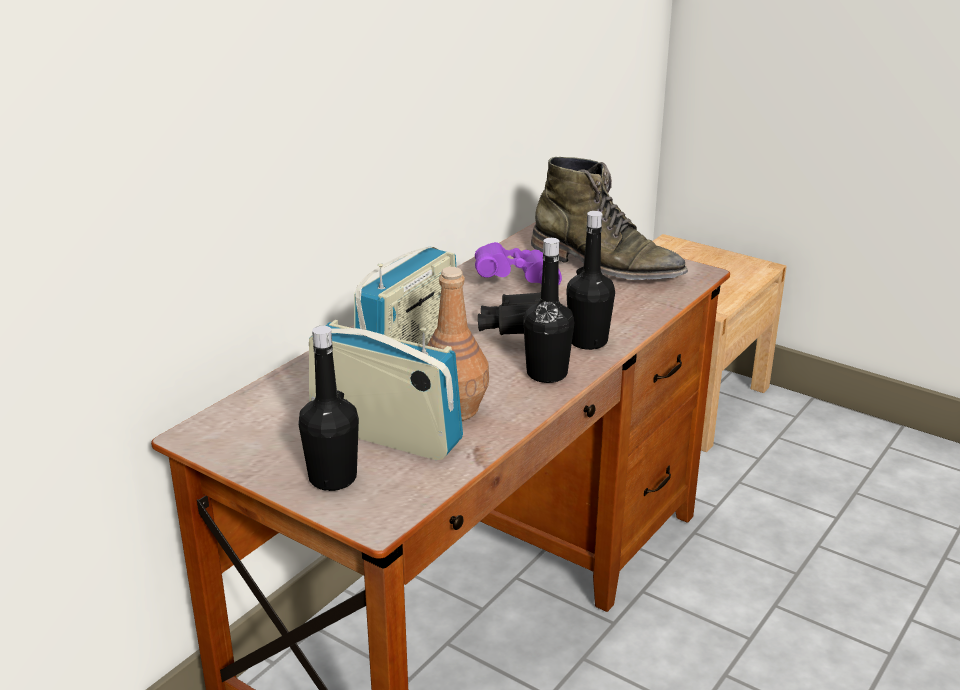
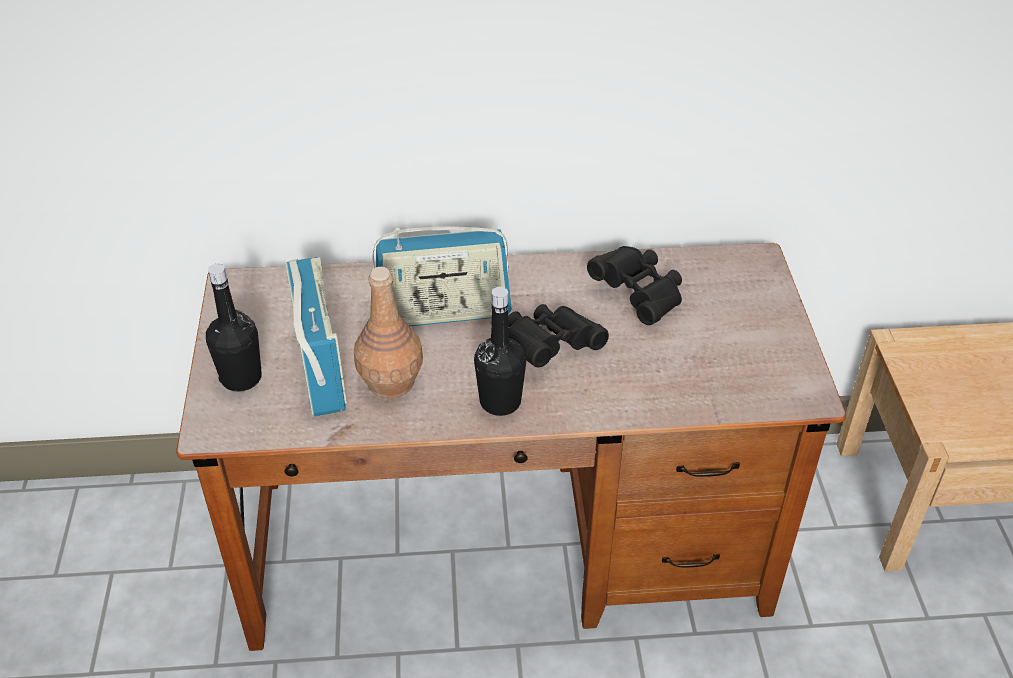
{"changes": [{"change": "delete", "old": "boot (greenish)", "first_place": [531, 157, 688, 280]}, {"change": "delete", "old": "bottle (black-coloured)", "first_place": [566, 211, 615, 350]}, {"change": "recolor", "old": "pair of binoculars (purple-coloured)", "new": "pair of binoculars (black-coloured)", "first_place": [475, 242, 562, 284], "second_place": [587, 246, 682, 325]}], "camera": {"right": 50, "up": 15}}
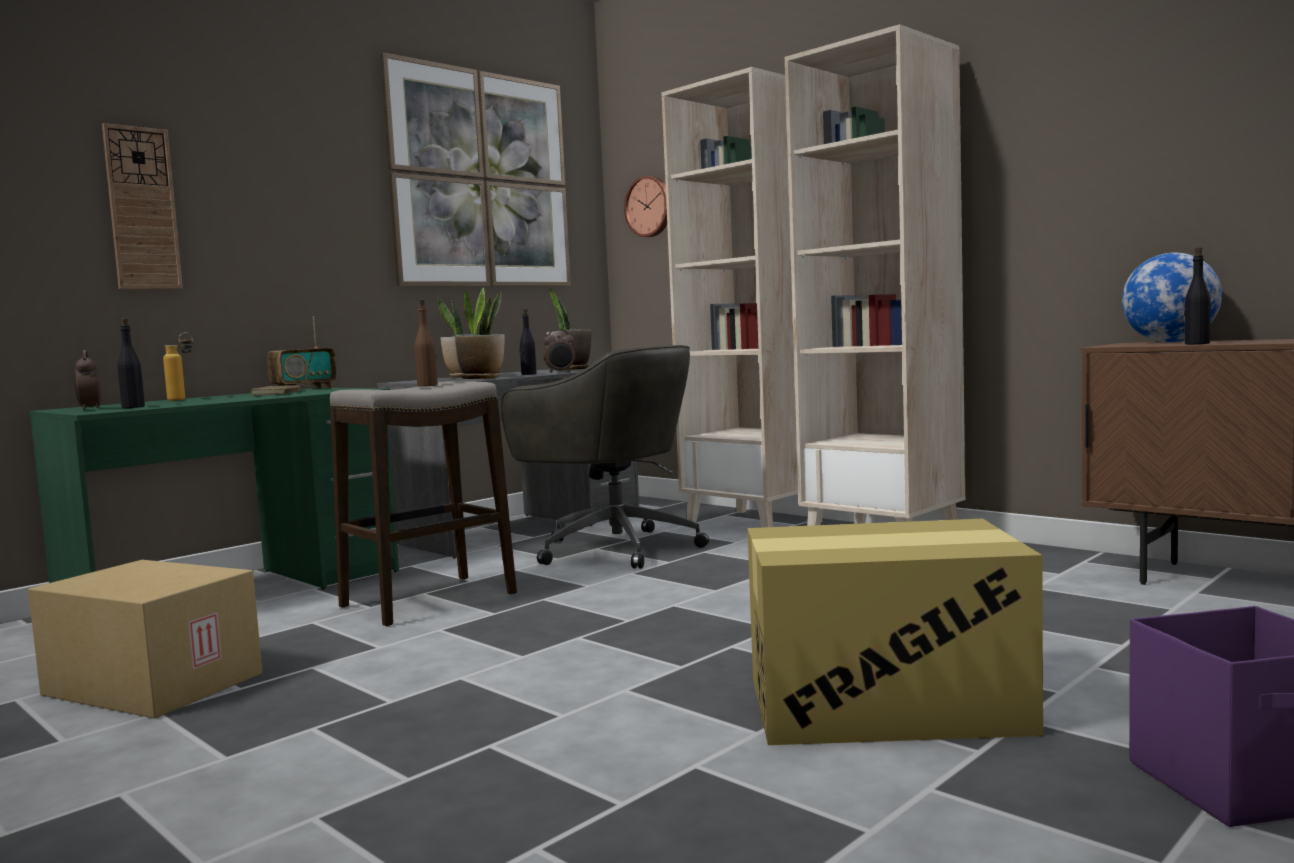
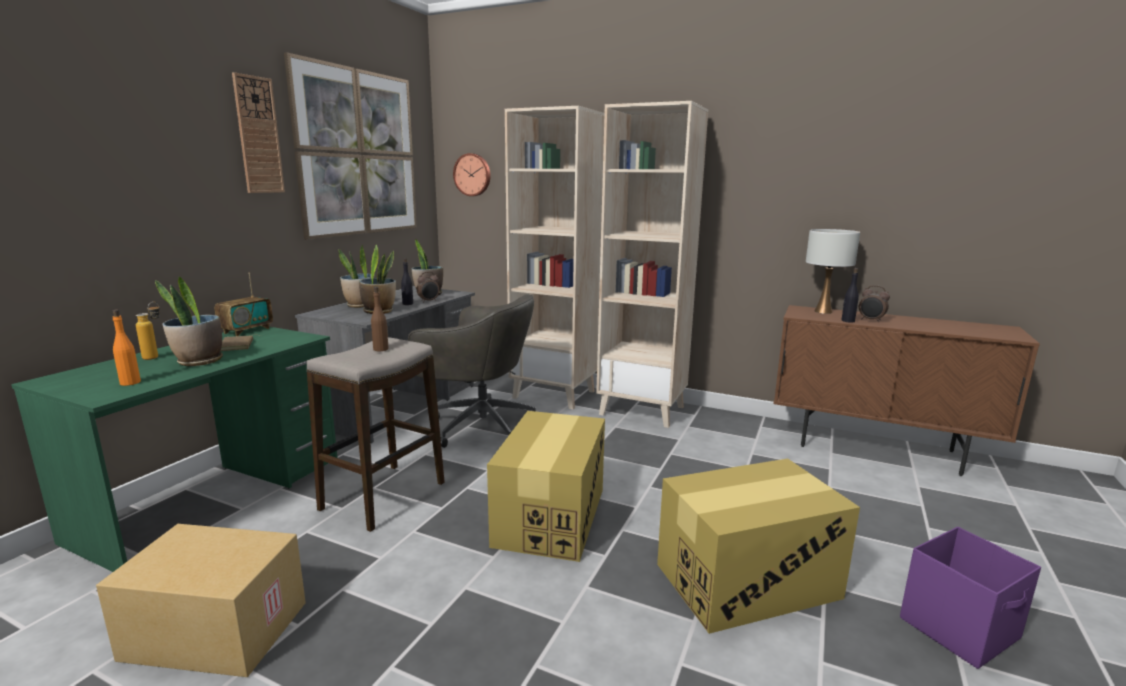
{"changes": [{"change": "insert", "new": "potted plant", "second_place": [155, 277, 223, 366]}, {"change": "insert", "new": "packing box", "second_place": [487, 411, 605, 562]}, {"change": "move", "old": "alarm clock", "first_place": [74, 350, 101, 410], "second_place": [859, 285, 890, 322]}, {"change": "move", "old": "hanging clock", "first_place": [102, 123, 183, 289], "second_place": [232, 72, 285, 193]}, {"change": "replace", "old": "globe", "new": "tabletop lamp (whitish)", "first_place": [1122, 253, 1222, 342], "second_place": [806, 229, 860, 314]}, {"change": "recolor", "old": "bottle (black-coloured)", "new": "bottle (orange)", "first_place": [118, 318, 145, 408], "second_place": [113, 310, 141, 386]}], "camera": {"right": -20, "up": 10}}
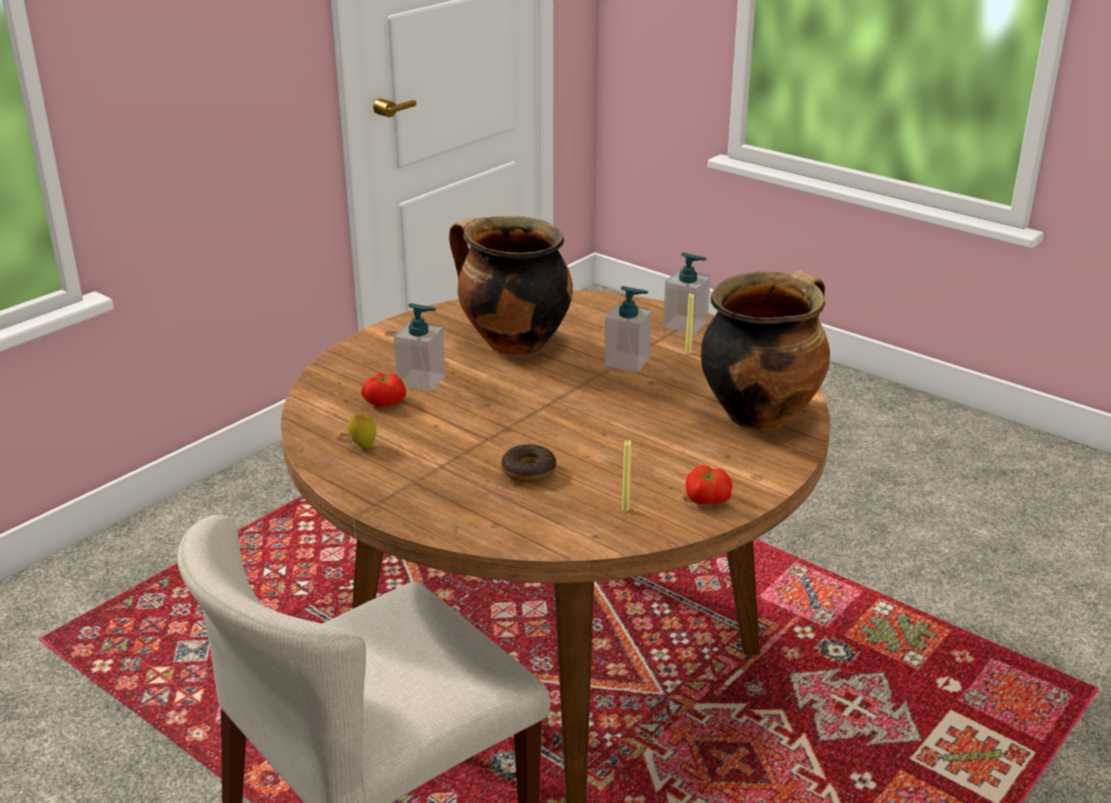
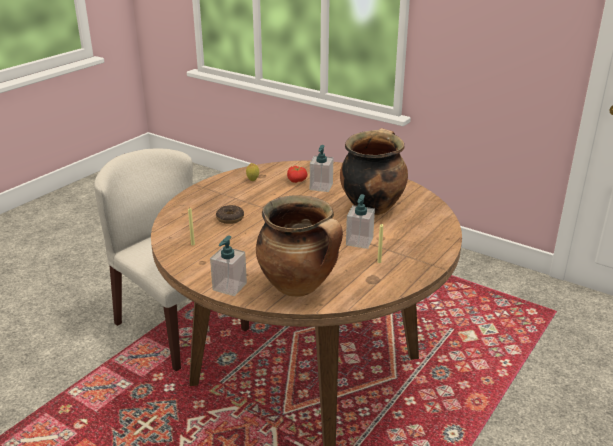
{"changes": [{"change": "delete", "old": "fresh tomato", "first_place": [685, 465, 732, 504]}, {"change": "move", "old": "liquid soap bottle", "first_place": [663, 252, 711, 335], "second_place": [210, 236, 247, 296]}], "camera": {"right": 85, "up": 0}}
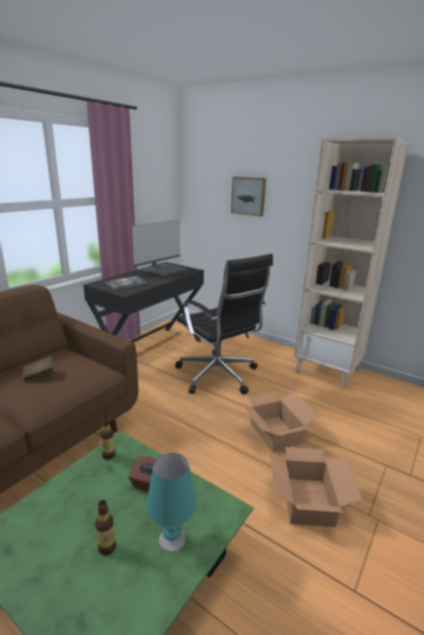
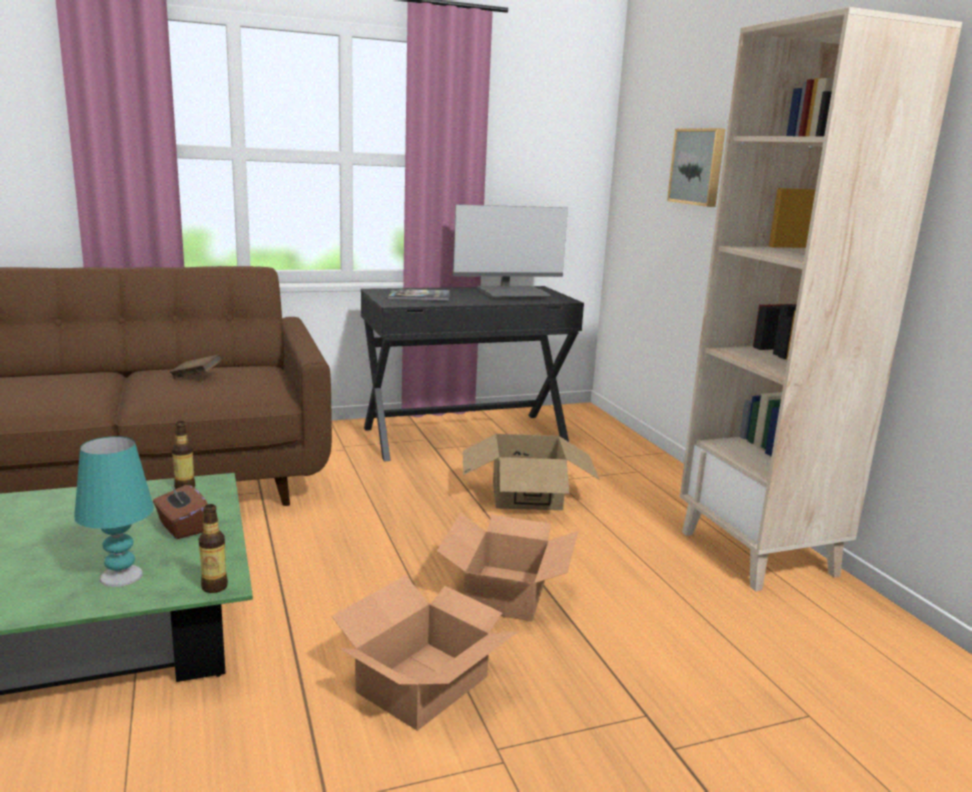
{"changes": [{"change": "move", "old": "bottle", "first_place": [95, 500, 116, 556], "second_place": [199, 504, 228, 593]}, {"change": "replace", "old": "desk chair (black-coloured)", "new": "packing box", "first_place": [175, 254, 273, 395], "second_place": [463, 434, 600, 510]}], "camera": {"right": 35, "up": -5}}
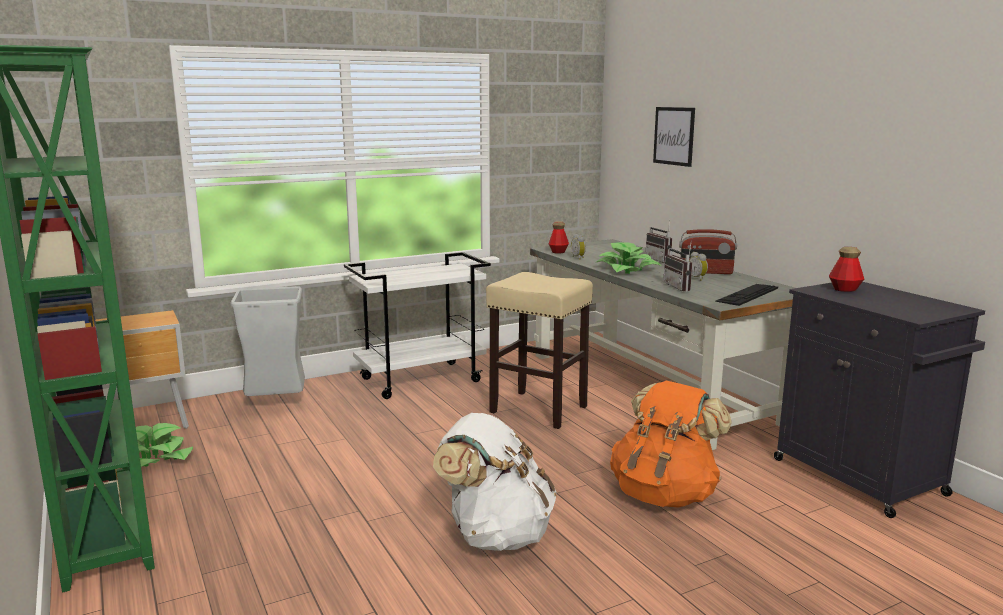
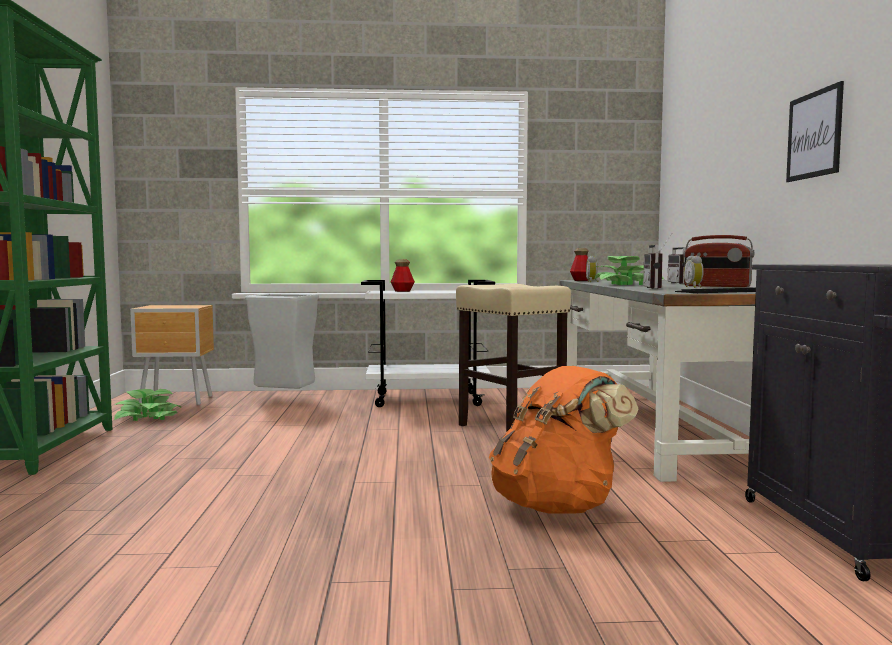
{"changes": [{"change": "delete", "old": "rucksack (whitish)", "first_place": [433, 413, 557, 551]}, {"change": "move", "old": "wall picture", "first_place": [653, 107, 695, 167], "second_place": [786, 81, 844, 182]}, {"change": "move", "old": "bottle", "first_place": [829, 247, 864, 292], "second_place": [391, 260, 415, 292]}], "camera": {"right": 25, "up": -10}}
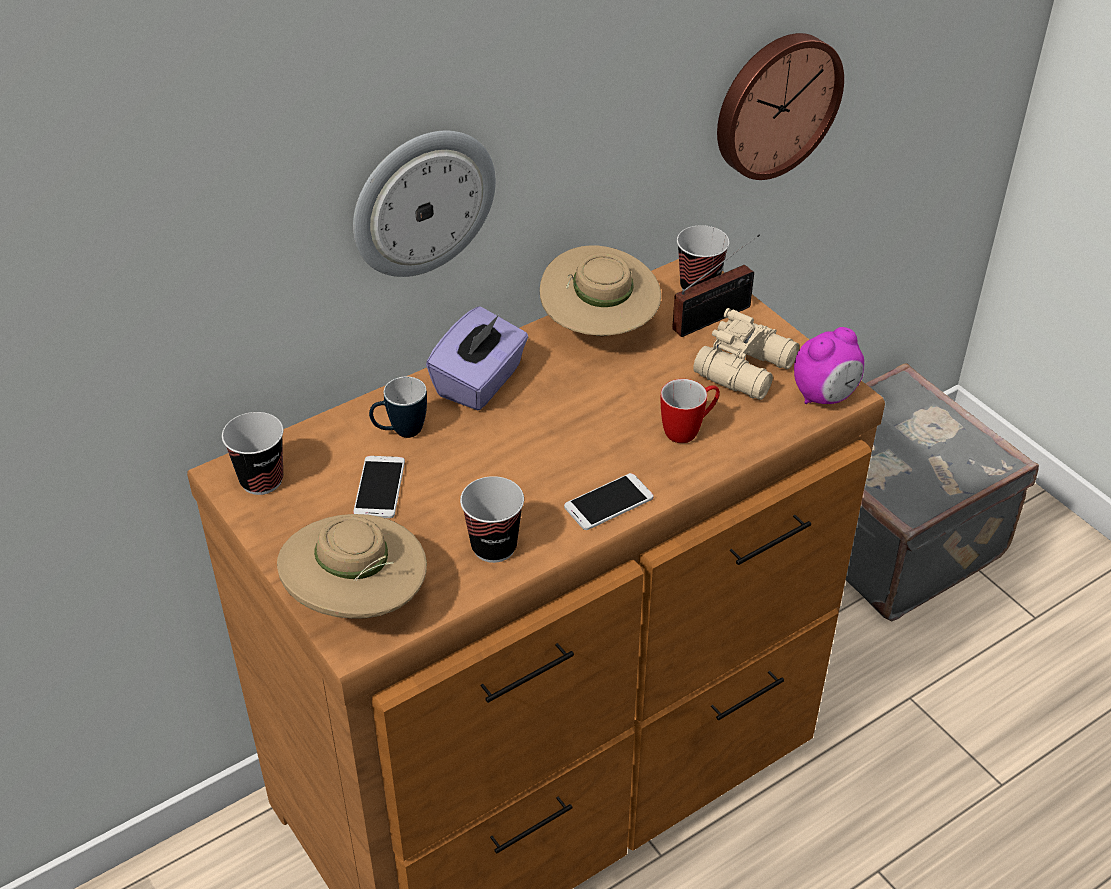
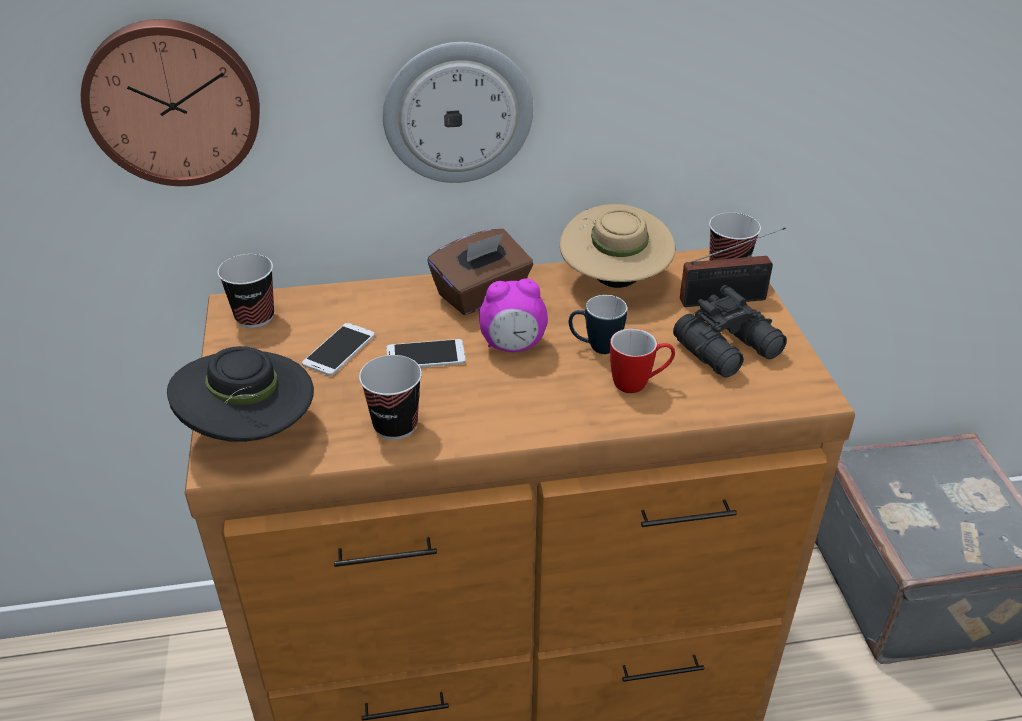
{"changes": [{"change": "move", "old": "mug", "first_place": [369, 377, 427, 438], "second_place": [569, 295, 627, 354]}, {"change": "move", "old": "handset", "first_place": [564, 473, 654, 530], "second_place": [387, 339, 466, 368]}, {"change": "move", "old": "hanging clock", "first_place": [717, 33, 844, 180], "second_place": [81, 19, 260, 186]}, {"change": "move", "old": "alarm clock", "first_place": [794, 327, 864, 404], "second_place": [479, 279, 548, 352]}, {"change": "recolor", "old": "hat (beige-coloured)", "new": "hat (black-coloured)", "first_place": [277, 514, 427, 619], "second_place": [167, 346, 314, 442]}, {"change": "recolor", "old": "tissue box (purple-coloured)", "new": "tissue box (brown-coloured)", "first_place": [426, 306, 528, 411], "second_place": [428, 229, 533, 315]}, {"change": "recolor", "old": "pair of binoculars (beige-coloured)", "new": "pair of binoculars (black-coloured)", "first_place": [693, 308, 799, 400], "second_place": [673, 285, 787, 378]}], "camera": {"right": 25, "up": -5}}
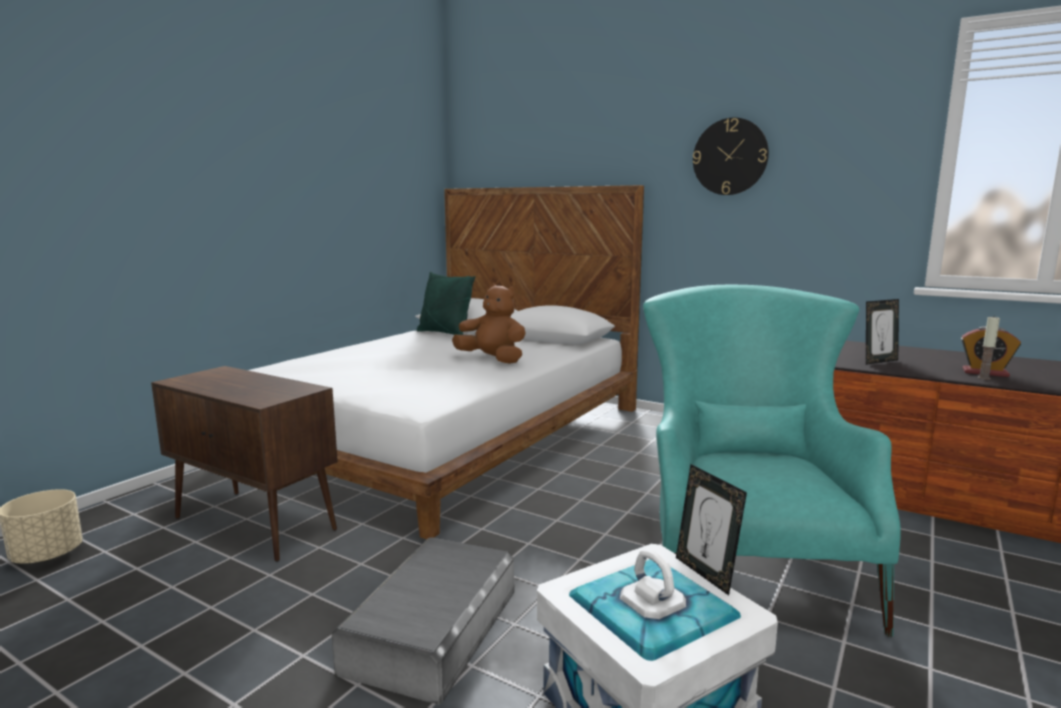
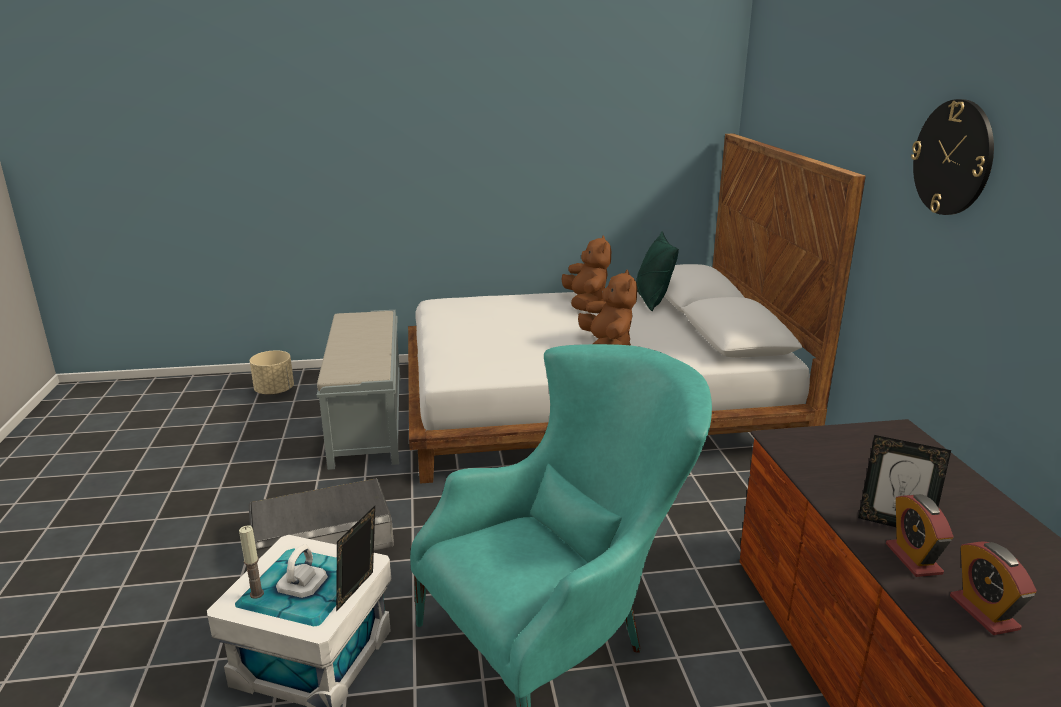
{"changes": [{"change": "insert", "new": "soft toy (brown-coloured)", "second_place": [561, 236, 611, 311]}, {"change": "insert", "new": "alarm clock", "second_place": [886, 494, 954, 577]}, {"change": "move", "old": "wax light", "first_place": [978, 316, 1000, 380], "second_place": [239, 525, 264, 599]}, {"change": "replace", "old": "cupboard (brown-coloured)", "new": "bench (gray)", "first_place": [151, 366, 338, 562], "second_place": [317, 310, 400, 470]}], "camera": {"right": 50, "up": 10}}
